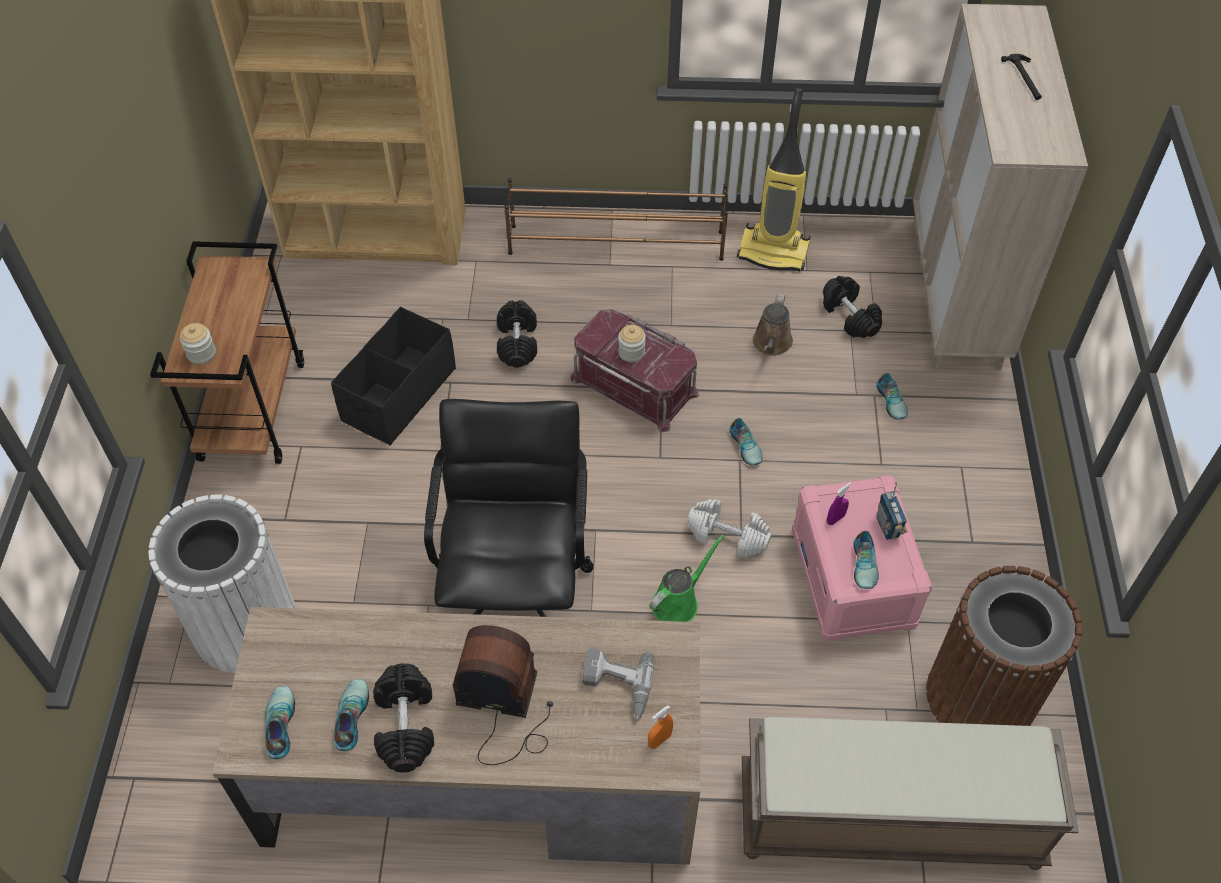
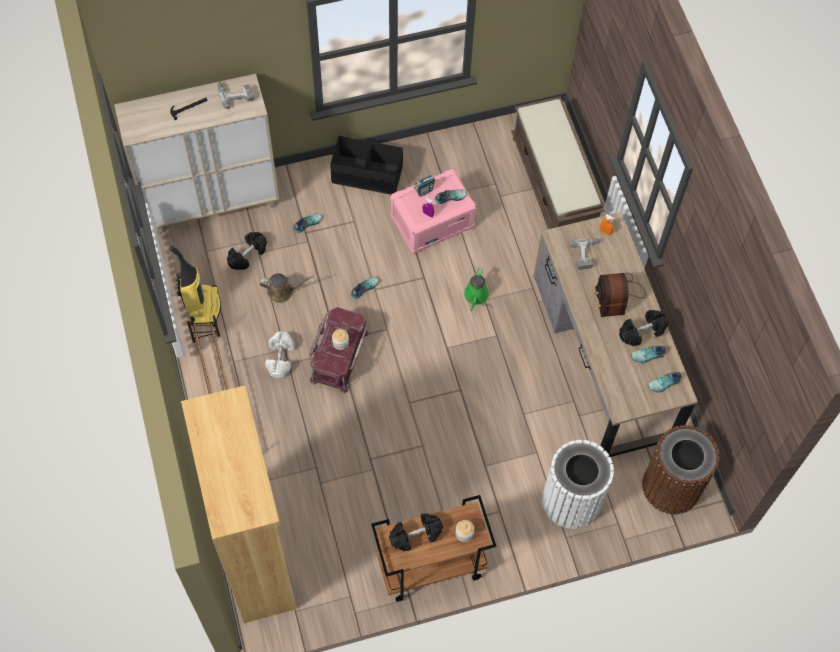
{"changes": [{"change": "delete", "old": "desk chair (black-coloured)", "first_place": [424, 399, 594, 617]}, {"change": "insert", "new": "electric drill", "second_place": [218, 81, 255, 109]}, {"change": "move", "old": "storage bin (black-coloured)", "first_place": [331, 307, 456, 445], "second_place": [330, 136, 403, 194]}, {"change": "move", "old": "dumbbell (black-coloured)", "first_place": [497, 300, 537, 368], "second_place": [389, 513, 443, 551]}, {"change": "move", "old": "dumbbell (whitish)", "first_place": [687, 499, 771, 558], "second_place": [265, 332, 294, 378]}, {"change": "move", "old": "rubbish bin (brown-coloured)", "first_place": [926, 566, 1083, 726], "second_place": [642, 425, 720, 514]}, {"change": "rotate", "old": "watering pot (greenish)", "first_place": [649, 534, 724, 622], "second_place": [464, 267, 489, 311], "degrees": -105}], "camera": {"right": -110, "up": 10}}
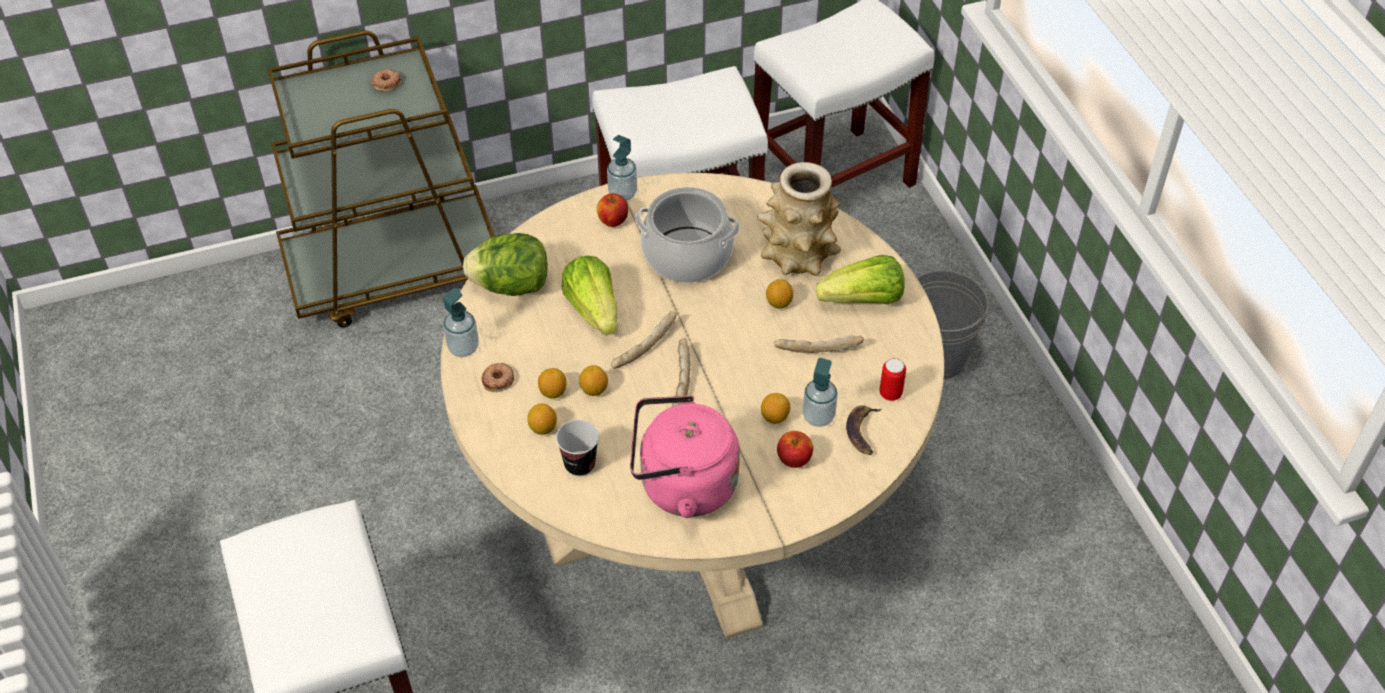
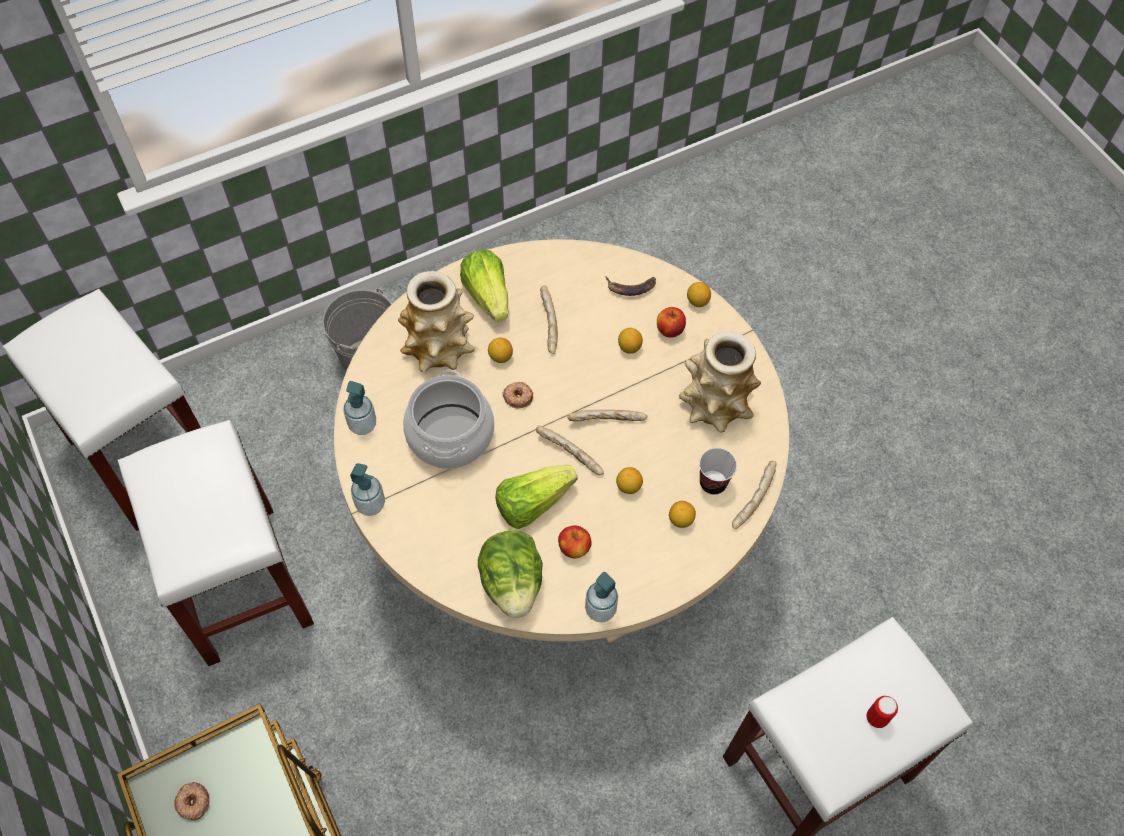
{"changes": [{"change": "insert", "new": "bread", "second_place": [732, 461, 777, 529]}, {"change": "move", "old": "ring doughnut", "first_place": [482, 363, 514, 392], "second_place": [503, 382, 533, 408]}, {"change": "move", "old": "lemon", "first_place": [538, 368, 566, 399], "second_place": [687, 282, 711, 307]}, {"change": "move", "old": "apple", "first_place": [597, 193, 628, 227], "second_place": [558, 525, 592, 559]}, {"change": "move", "old": "liquid soap bottle", "first_place": [802, 358, 838, 427], "second_place": [343, 381, 376, 435]}, {"change": "move", "old": "can", "first_place": [879, 358, 906, 401], "second_place": [867, 696, 898, 728]}, {"change": "replace", "old": "kettle (pinkish)", "new": "decorative vase", "first_place": [630, 395, 740, 518], "second_place": [679, 331, 761, 433]}], "camera": {"right": -100, "up": 10}}
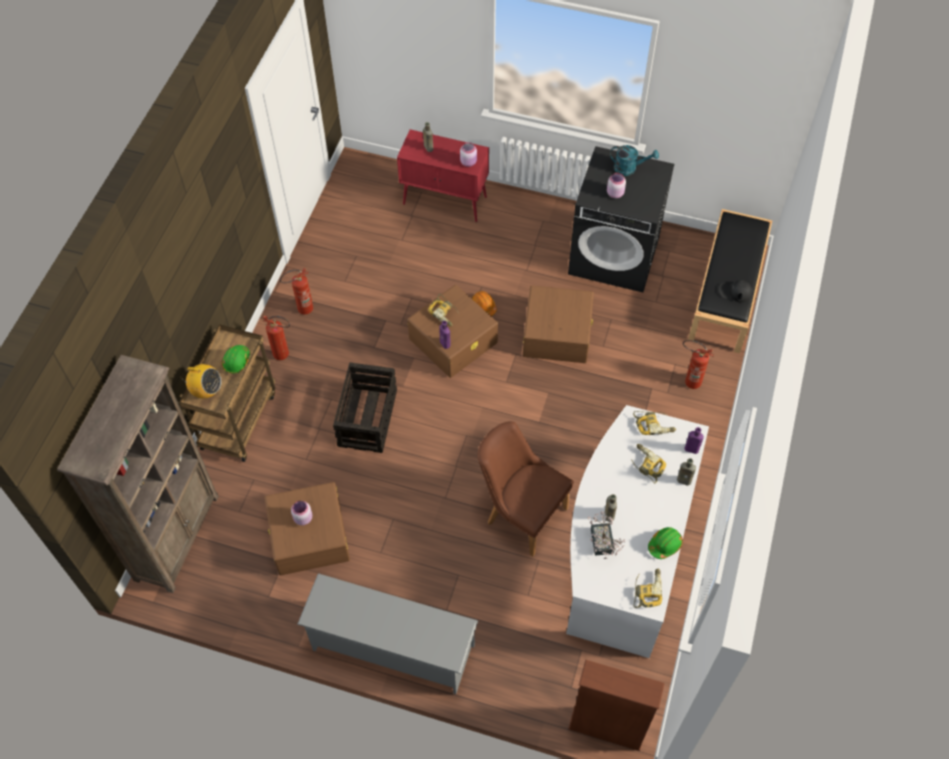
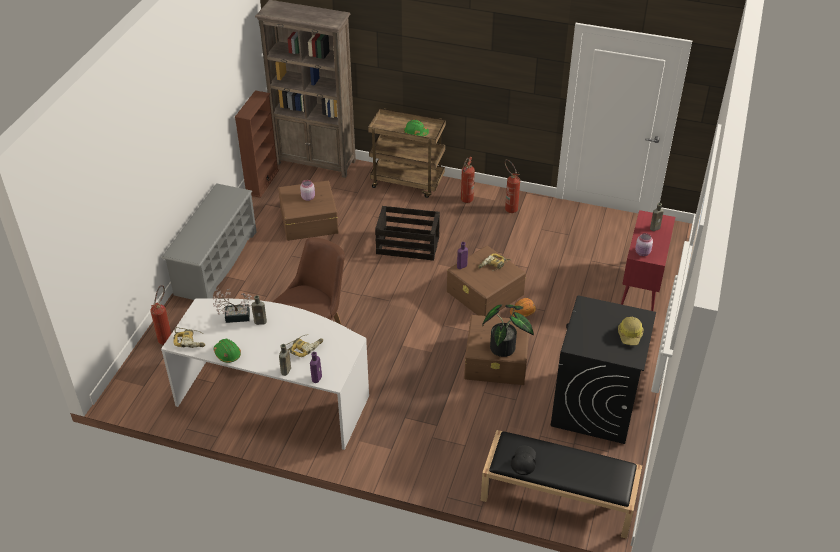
{"changes": [{"change": "delete", "old": "radio set", "first_place": [184, 364, 221, 399]}, {"change": "delete", "old": "storage jar (pinkish)", "first_place": [607, 173, 626, 198]}, {"change": "delete", "old": "electric drill", "first_place": [633, 411, 676, 435]}, {"change": "insert", "new": "potted plant", "second_place": [482, 304, 534, 357]}, {"change": "move", "old": "shelving unit (brown-coloured)", "first_place": [568, 659, 665, 751], "second_place": [235, 90, 279, 198]}, {"change": "move", "old": "extinguisher", "first_place": [683, 340, 714, 389], "second_place": [151, 285, 172, 345]}, {"change": "replace", "old": "watering pot (blue-green)", "new": "safety helmet", "first_place": [610, 145, 659, 176], "second_place": [618, 317, 643, 345]}], "camera": {"right": 90, "up": -15}}
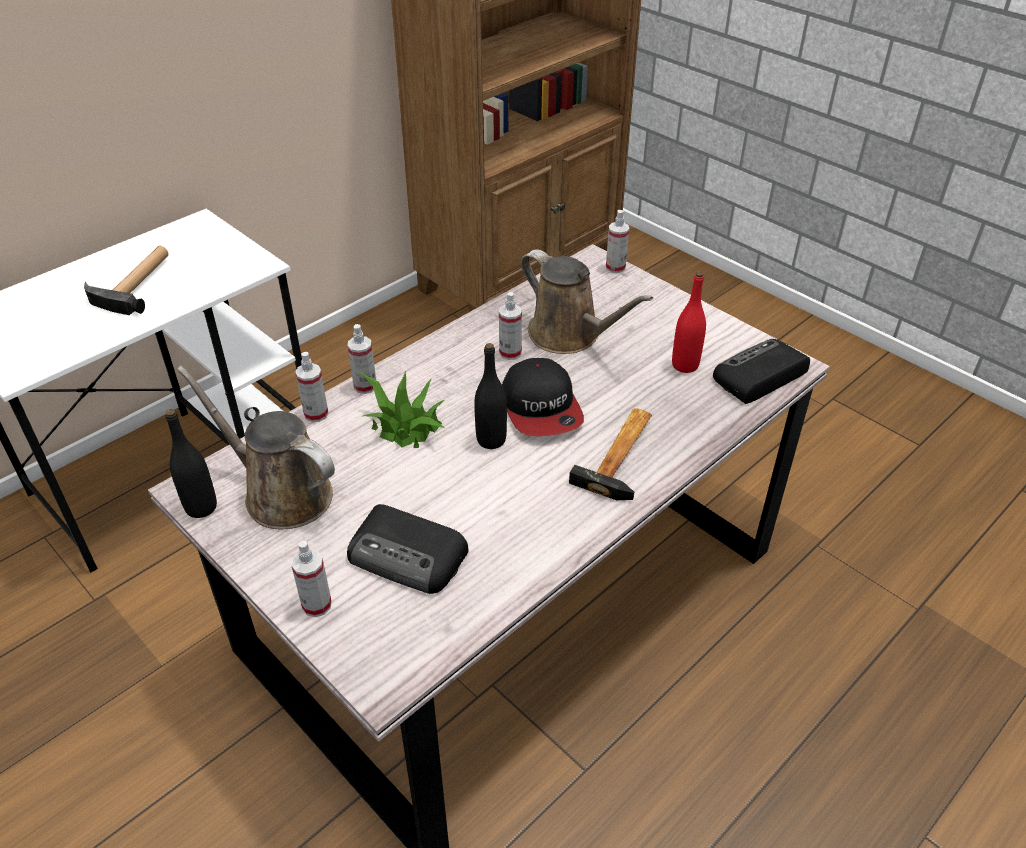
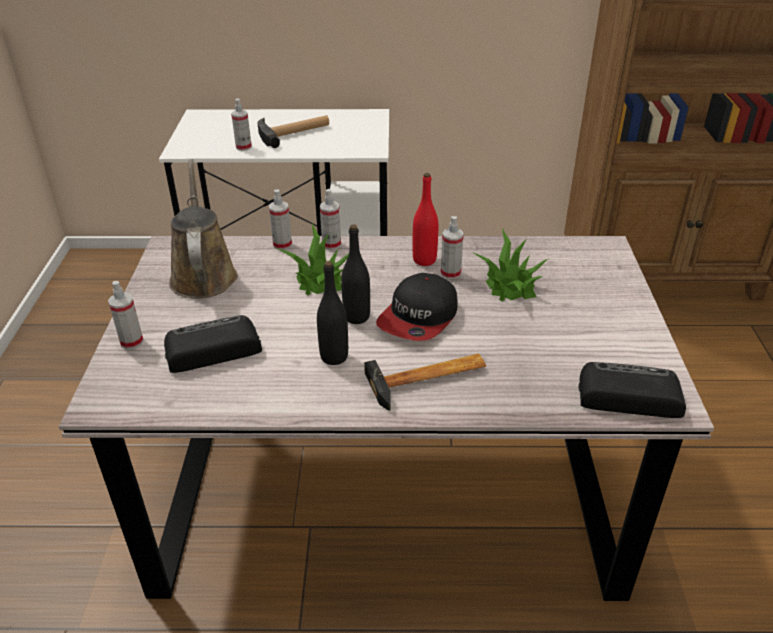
{"changes": [{"change": "move", "old": "bottle (black-coloured)", "first_place": [165, 409, 217, 518], "second_place": [317, 261, 348, 365]}, {"change": "move", "old": "sprayer", "first_place": [606, 210, 629, 273], "second_place": [231, 98, 252, 151]}, {"change": "move", "old": "bottle (red-coloured)", "first_place": [672, 271, 706, 373], "second_place": [413, 173, 438, 266]}, {"change": "replace", "old": "watering pot (brown-coloured)", "new": "potted plant", "first_place": [521, 249, 653, 354], "second_place": [471, 229, 548, 301]}, {"change": "rotate", "old": "radio set", "first_place": [347, 504, 469, 594], "second_place": [164, 315, 262, 373], "degrees": 90}], "camera": {"right": 45, "up": -5}}
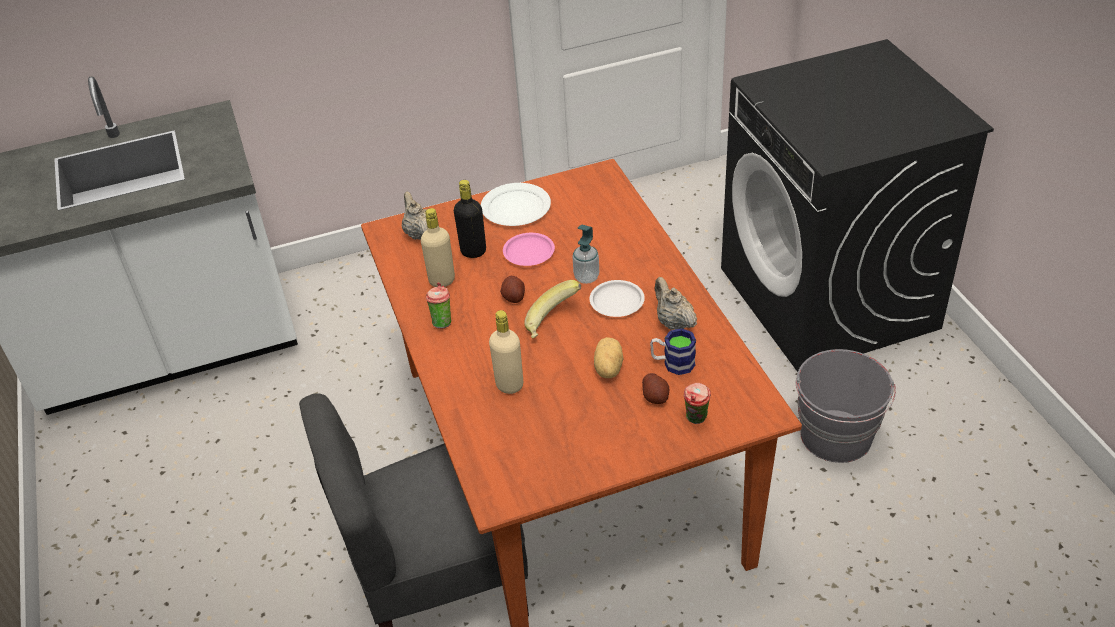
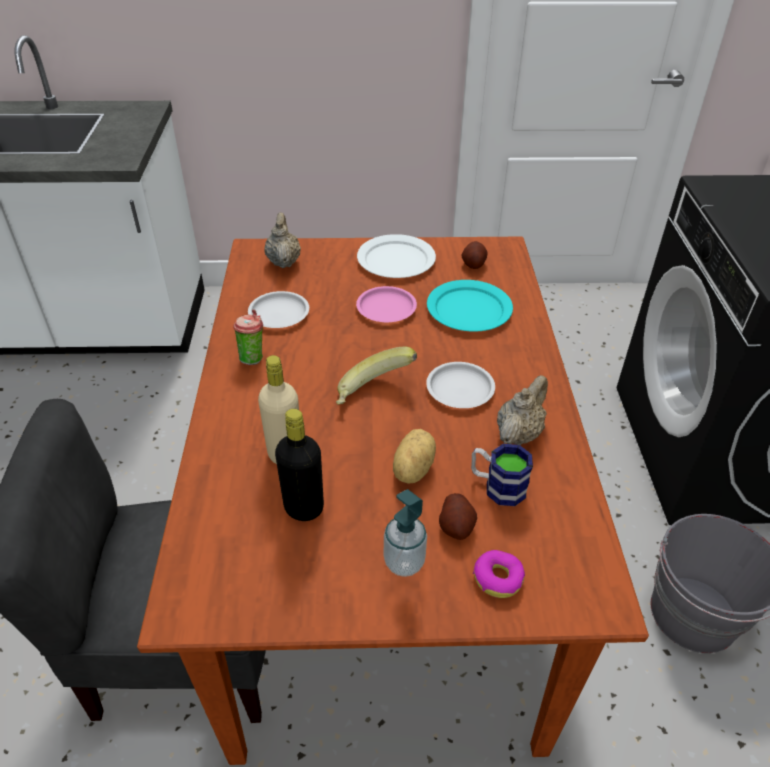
{"changes": [{"change": "insert", "new": "dinner plate (blue-green)", "second_place": [427, 280, 513, 332]}, {"change": "move", "old": "bottle (black-coloured)", "first_place": [454, 180, 486, 258], "second_place": [275, 409, 324, 521]}, {"change": "move", "old": "spud", "first_place": [500, 276, 525, 303], "second_place": [462, 241, 488, 269]}, {"change": "move", "old": "liquid soap bottle", "first_place": [572, 225, 599, 284], "second_place": [384, 489, 427, 577]}, {"change": "replace", "old": "bottle (beige-coloured)", "new": "dinner plate (whitish)", "first_place": [421, 208, 455, 287], "second_place": [248, 291, 309, 328]}, {"change": "replace", "old": "drinking cup", "new": "ring doughnut", "first_place": [684, 383, 711, 424], "second_place": [473, 550, 525, 598]}, {"change": "rotate", "old": "tea pot (beige-coloured)", "first_place": [655, 277, 697, 330], "second_place": [497, 375, 548, 445], "degrees": 45}], "camera": {"right": 15, "up": 0}}
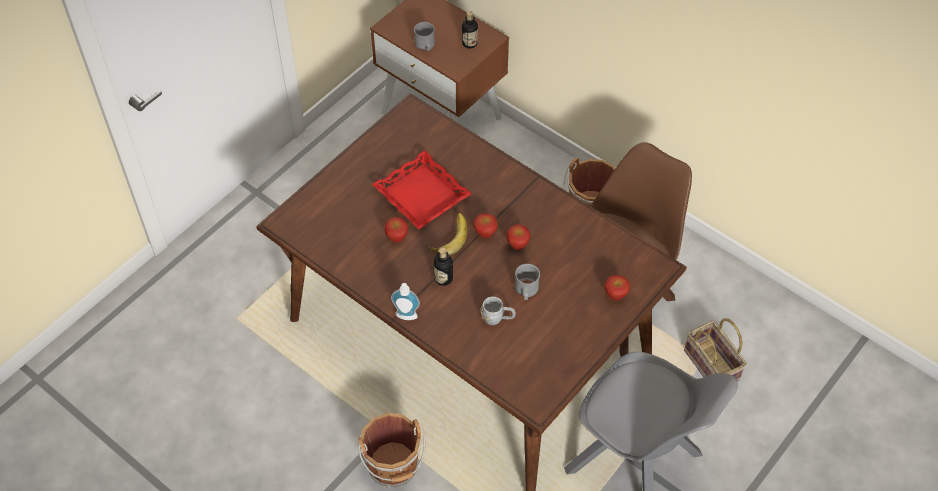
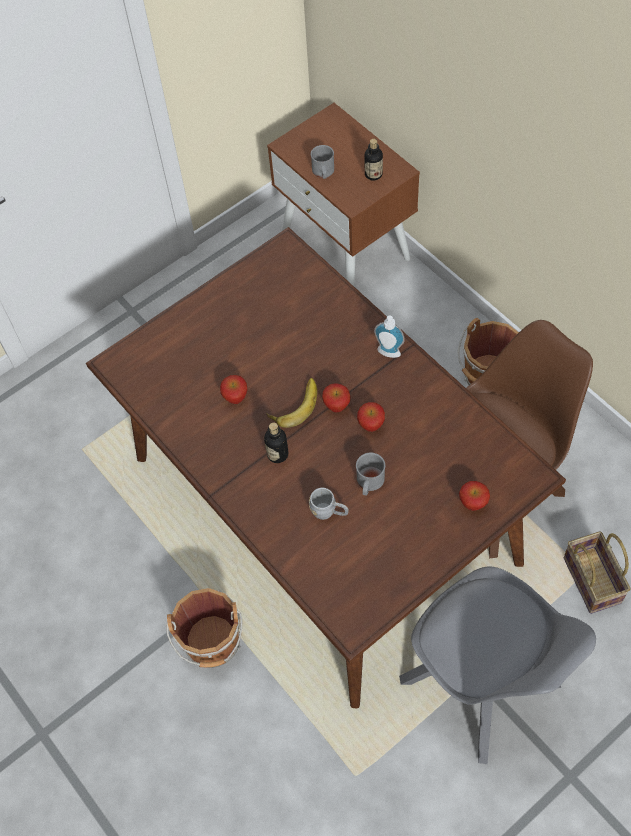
{"changes": [{"change": "delete", "old": "tray (red-coloured)", "first_place": [372, 150, 472, 230]}, {"change": "move", "old": "liquid soap bottle", "first_place": [391, 283, 420, 320], "second_place": [374, 315, 405, 358]}], "camera": {"right": 15, "up": 5}}
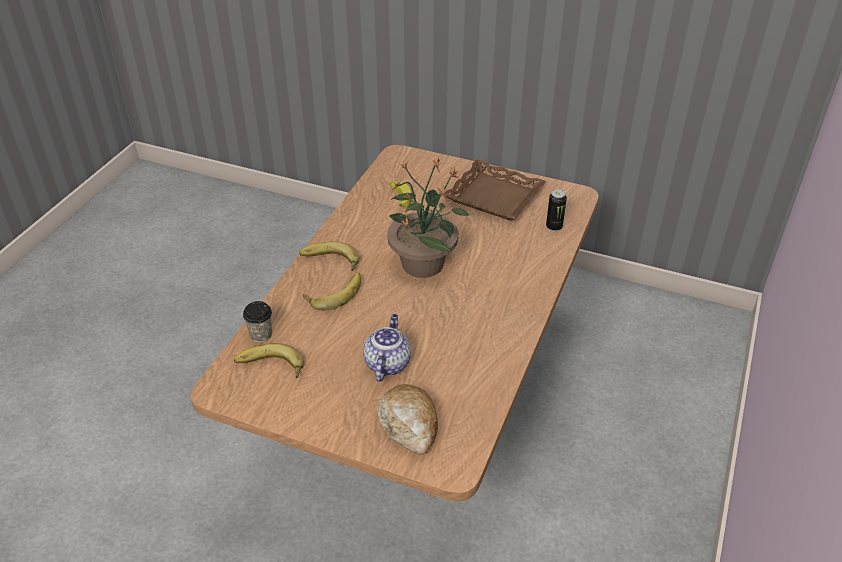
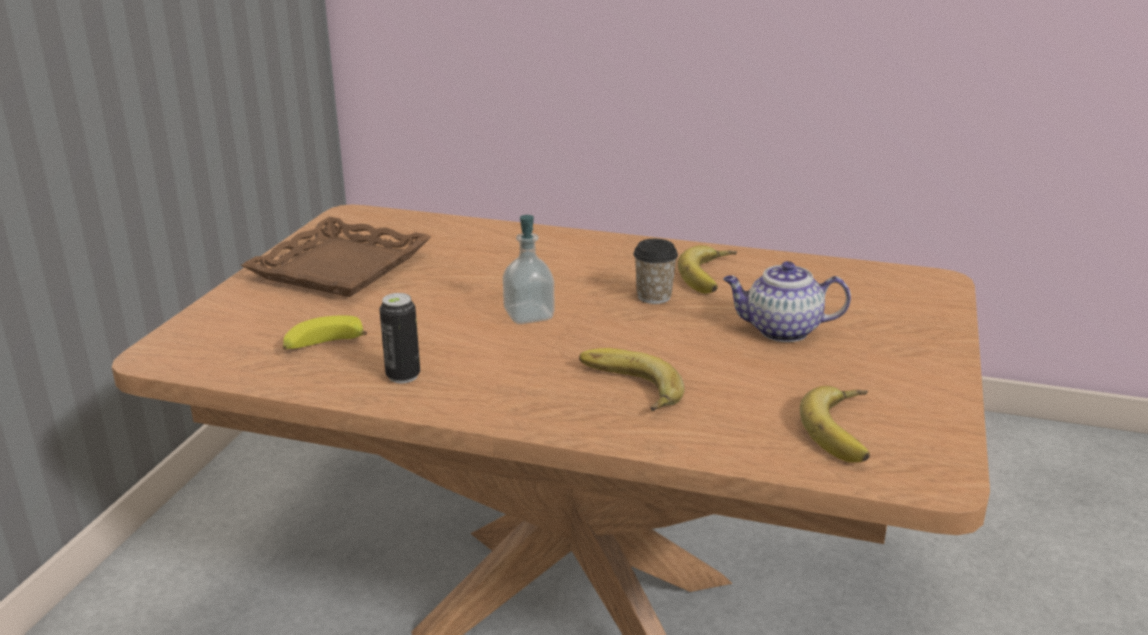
{"changes": [{"change": "delete", "old": "bread", "first_place": [377, 384, 438, 454]}, {"change": "move", "old": "drinking cup", "first_place": [243, 301, 272, 342], "second_place": [633, 239, 678, 304]}, {"change": "move", "old": "banana", "first_place": [299, 242, 360, 271], "second_place": [678, 245, 737, 294]}, {"change": "move", "old": "can", "first_place": [546, 189, 567, 231], "second_place": [380, 293, 420, 383]}, {"change": "replace", "old": "potted plant", "new": "liquid soap bottle", "first_place": [387, 158, 469, 278], "second_place": [503, 215, 555, 324]}], "camera": {"right": -95, "up": -15}}
